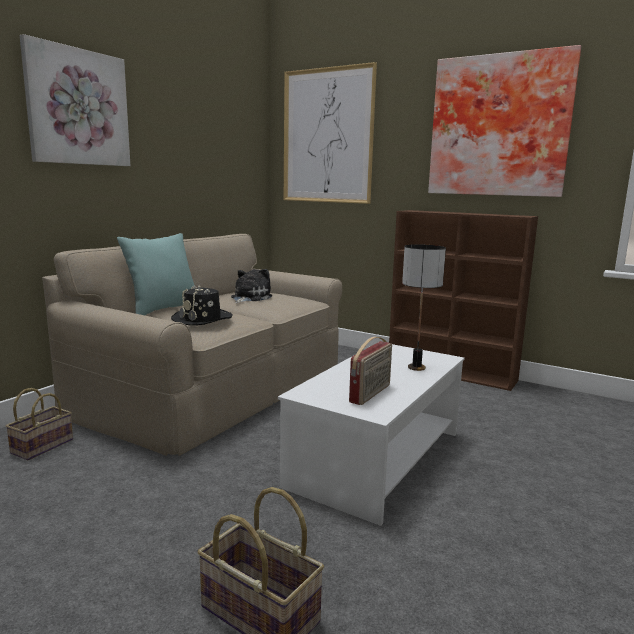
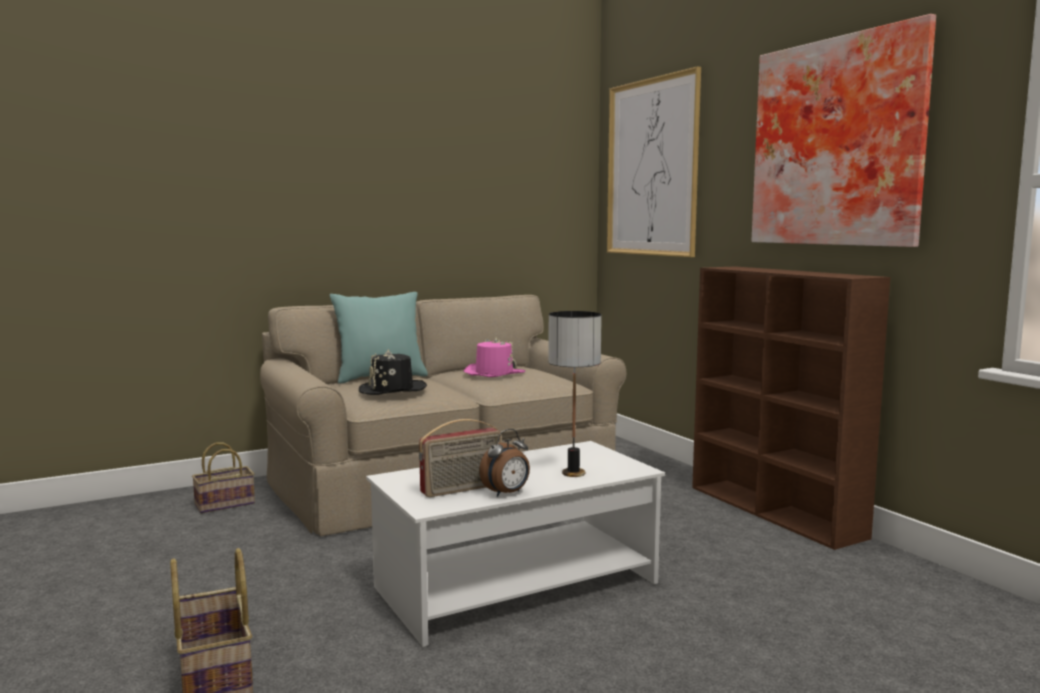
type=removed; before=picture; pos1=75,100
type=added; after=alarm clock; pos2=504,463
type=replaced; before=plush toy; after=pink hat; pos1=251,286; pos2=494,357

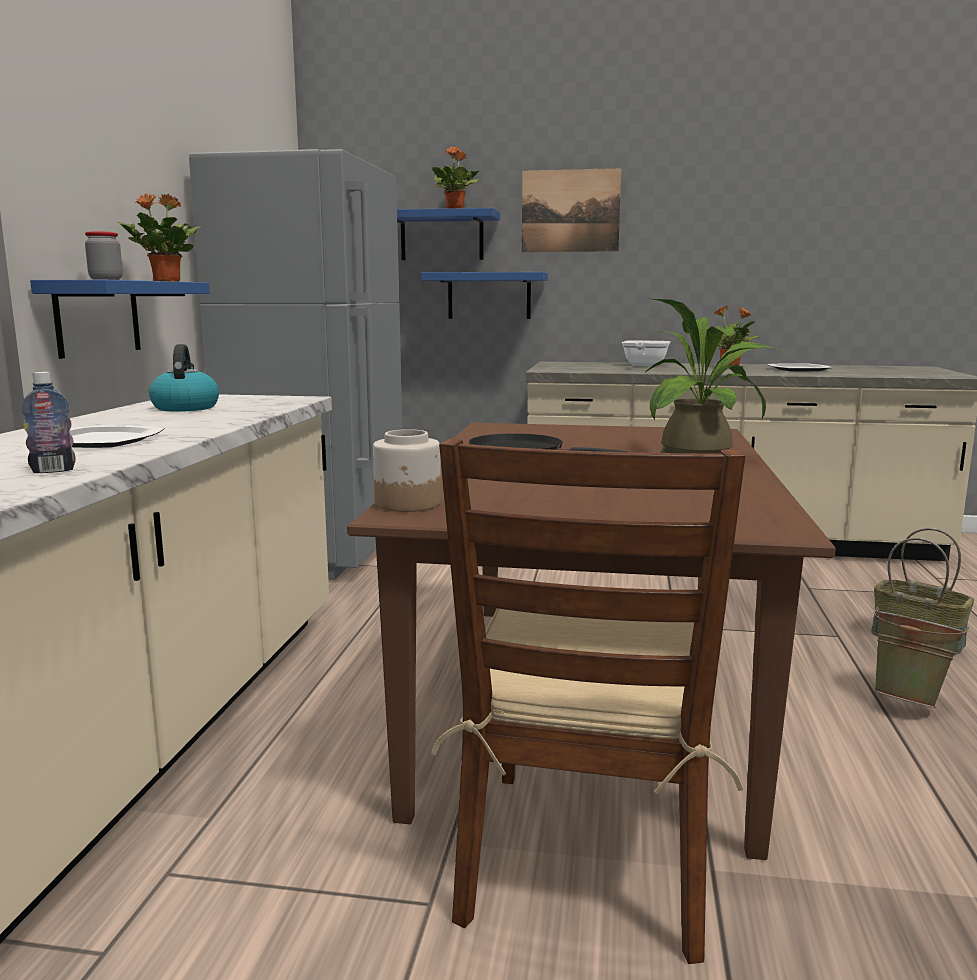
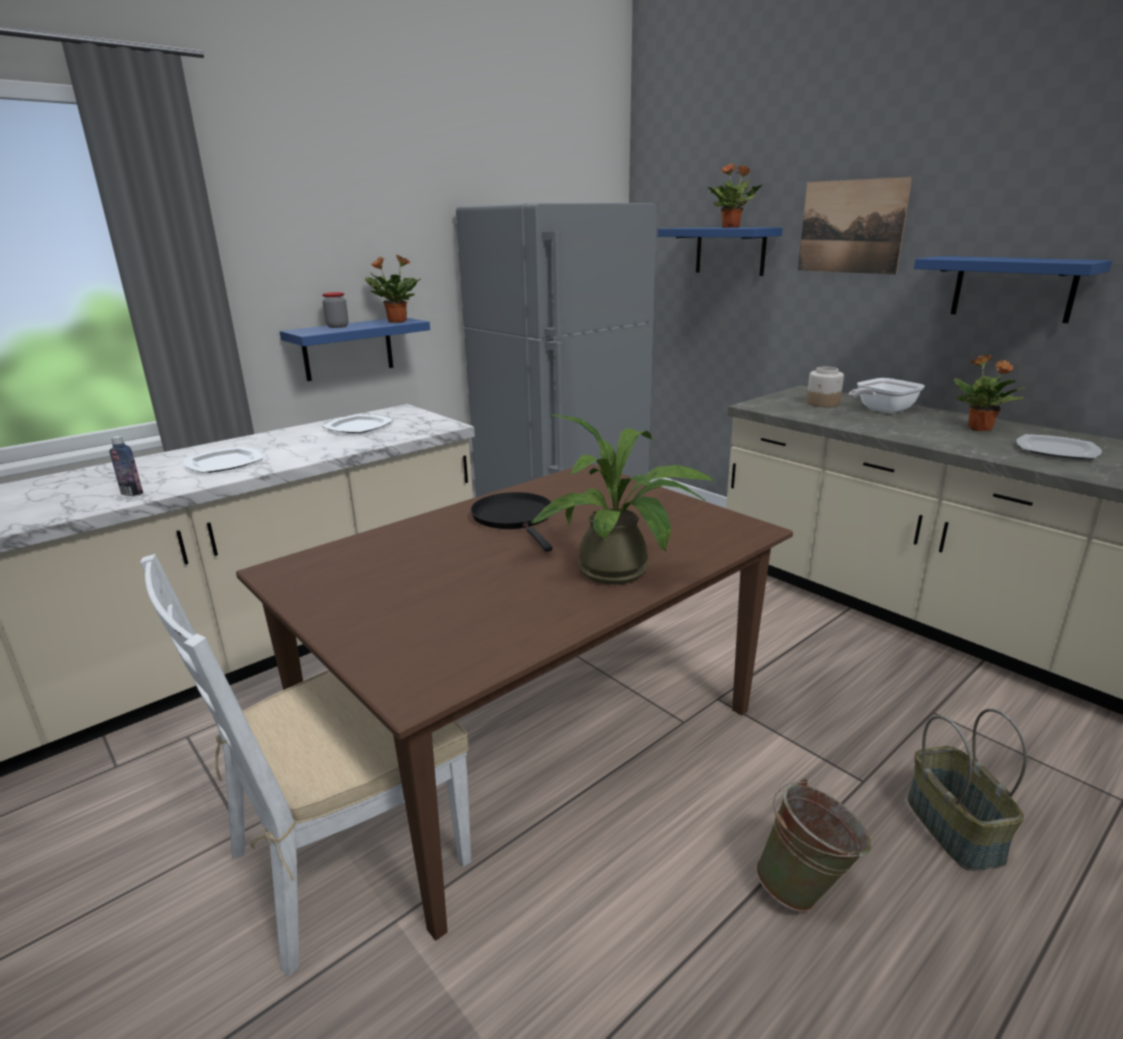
type=moved; before=jar; pos1=407,470; pos2=825,387
type=moved; before=blue shelf; pos1=484,295; pos2=1013,289
type=replaced; before=kettle; after=plate; pos1=184,378; pos2=358,423
type=recoloured; before=brown chair; after=white chair; pos1=588,701; pos2=305,765

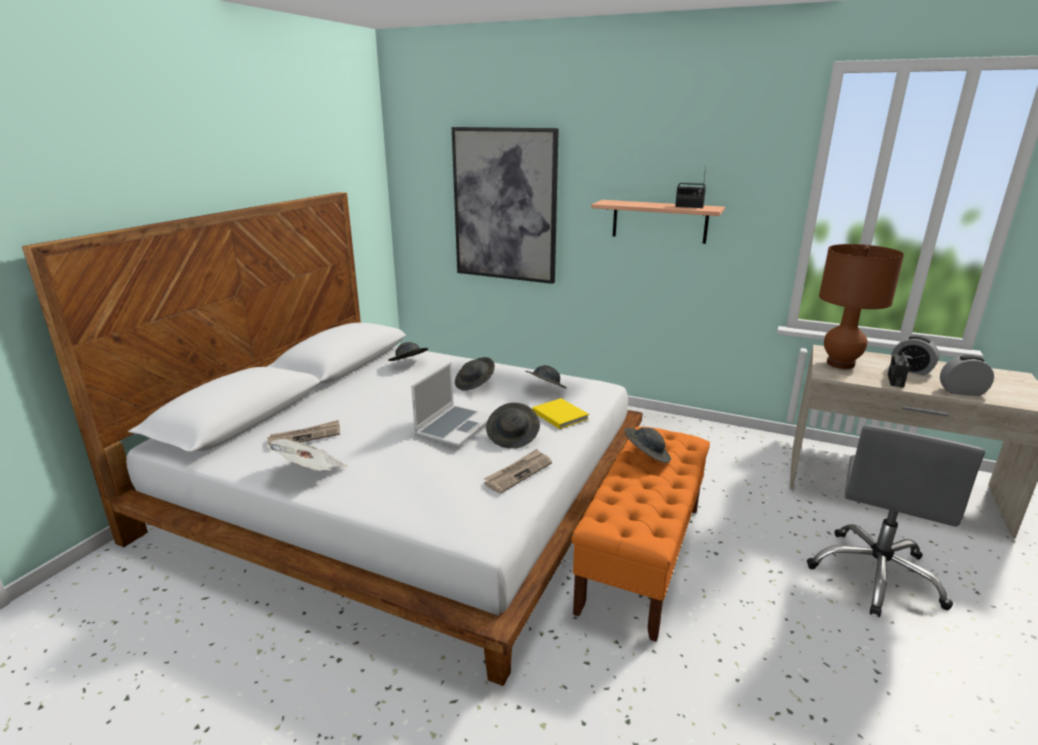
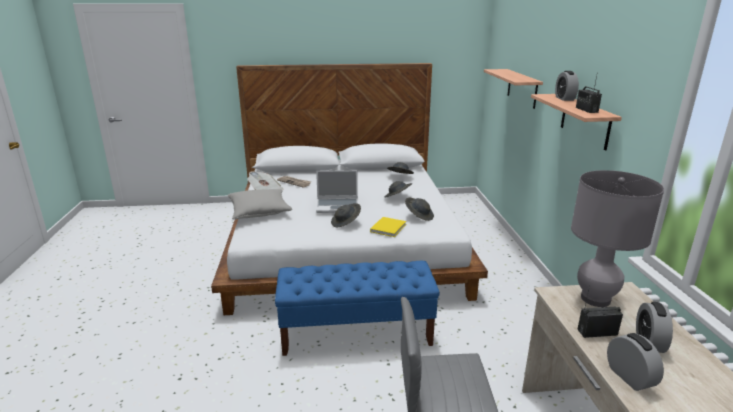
type=removed; before=newspaper; pos1=518,471
type=removed; before=grey hat; pos1=648,445
type=added; after=grey pillow; pos2=260,204
type=added; after=alarm clock; pos2=567,86
type=replaced; before=picture; after=shelf; pos1=505,205; pos2=513,89
type=recoloured; before=orange bench; after=blue bench; pos1=640,534; pos2=357,308
type=recoloured; before=brown table lamp; after=grey table lamp; pos1=861,306; pos2=617,238

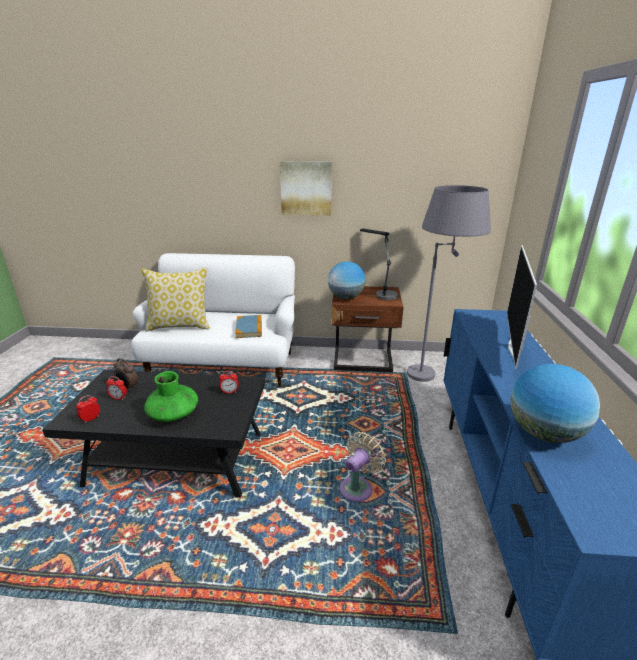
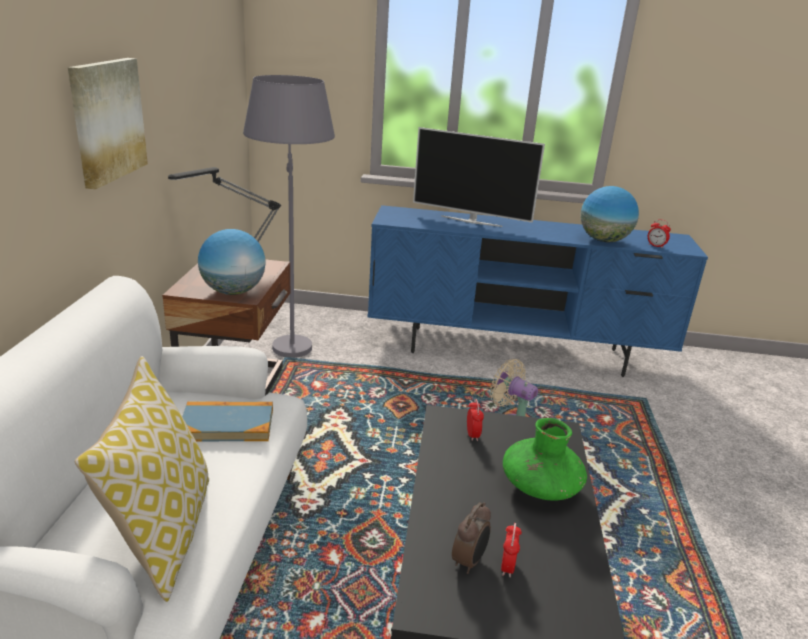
type=moved; before=alarm clock; pos1=88,409; pos2=659,233

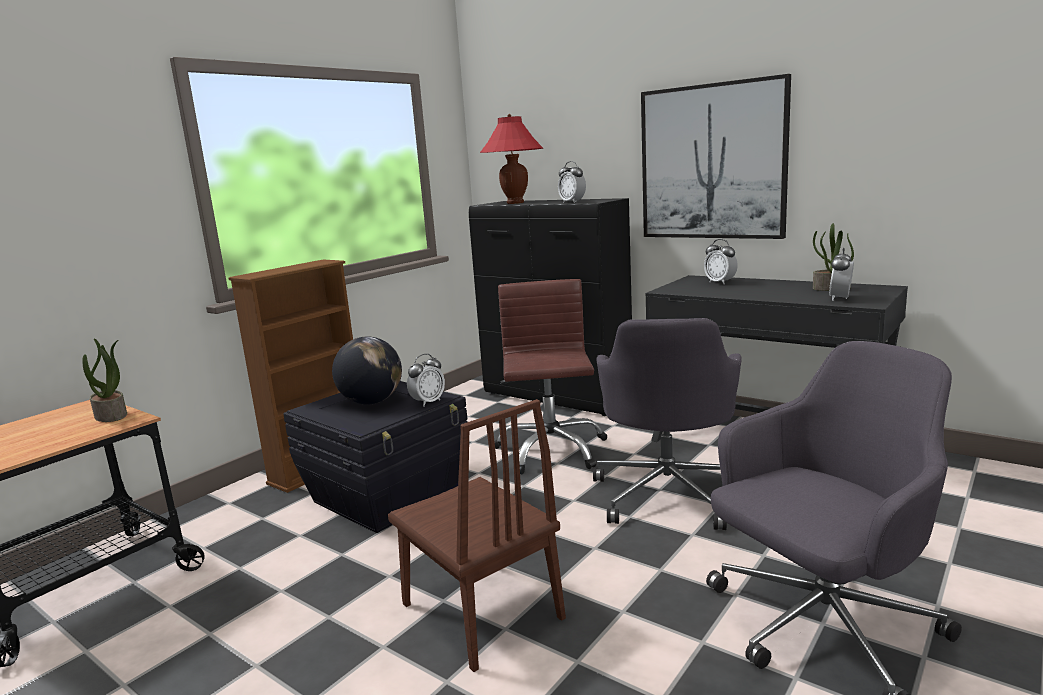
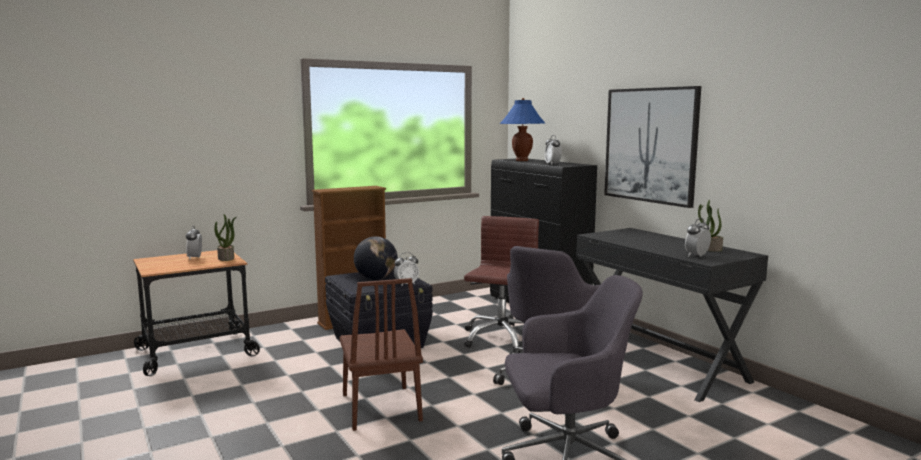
type=moved; before=alarm clock; pos1=721,261; pos2=194,242
type=recoloured; before=red table lamp; after=blue table lamp; pos1=511,159; pos2=523,129

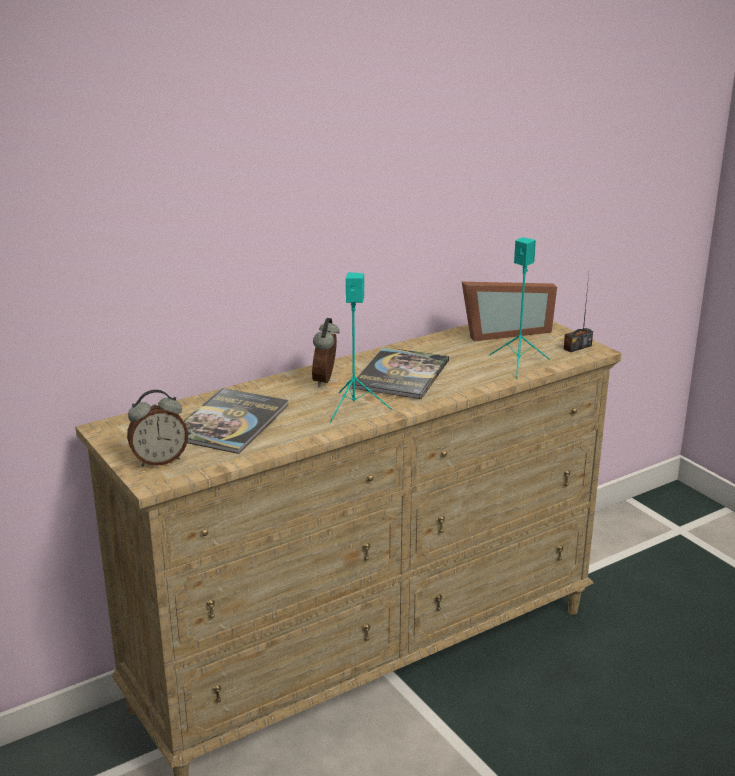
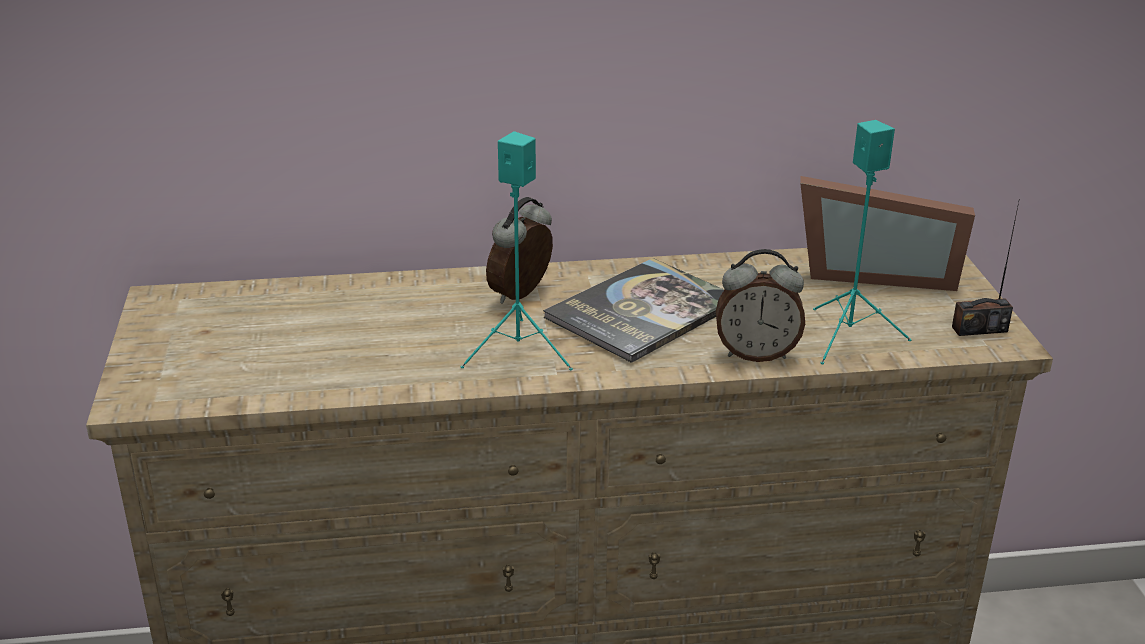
type=removed; before=book; pos1=236,421
type=moved; before=alarm clock; pos1=157,428; pos2=760,305

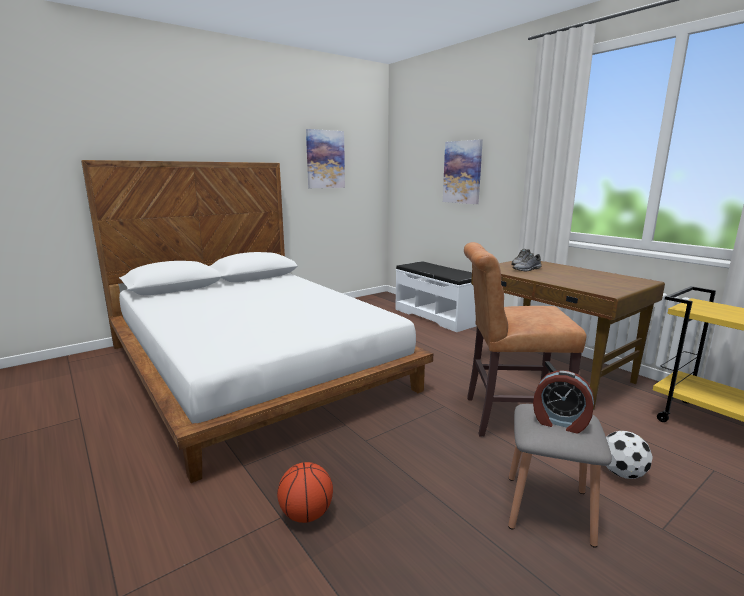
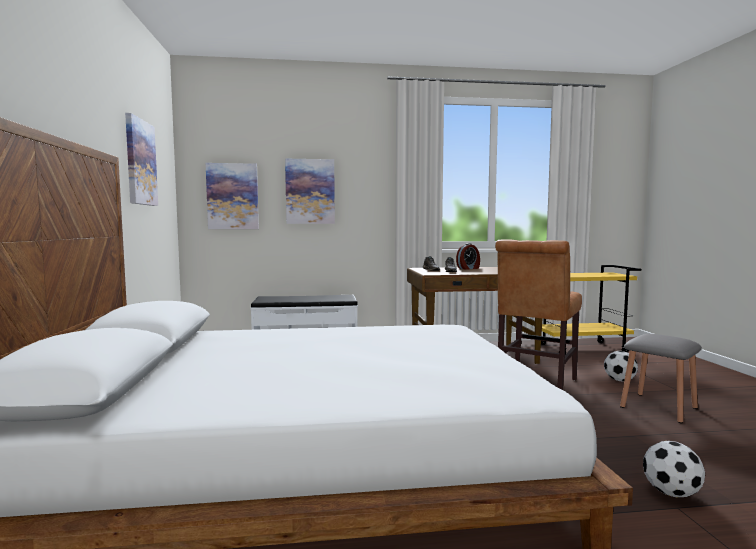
type=added; after=picture; pos2=232,196
type=moved; before=alarm clock; pos1=563,401; pos2=468,256
type=replaced; before=basketball; after=football; pos1=305,492; pos2=674,469

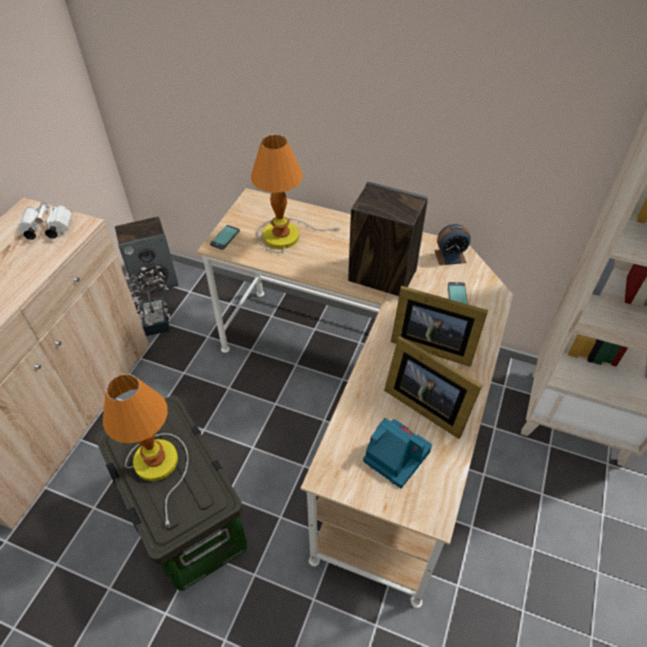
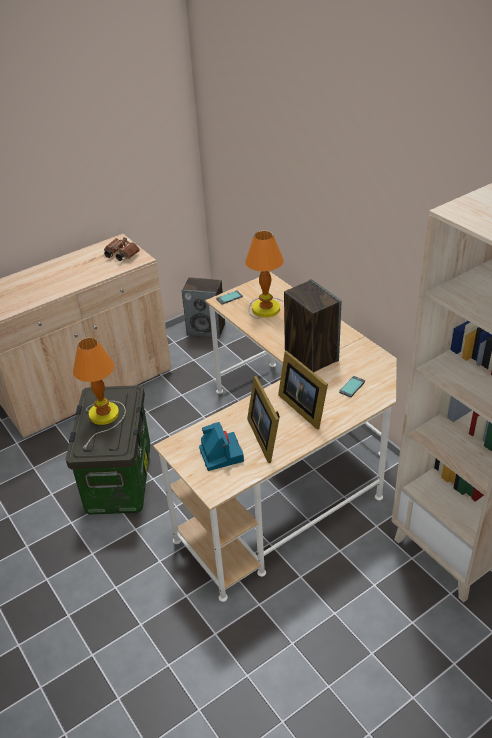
type=removed; before=potted plant; pos1=148,301
type=removed; before=alarm clock; pos1=452,244
type=recoloured; before=white binoculars; after=brown binoculars; pos1=45,221; pos2=121,249

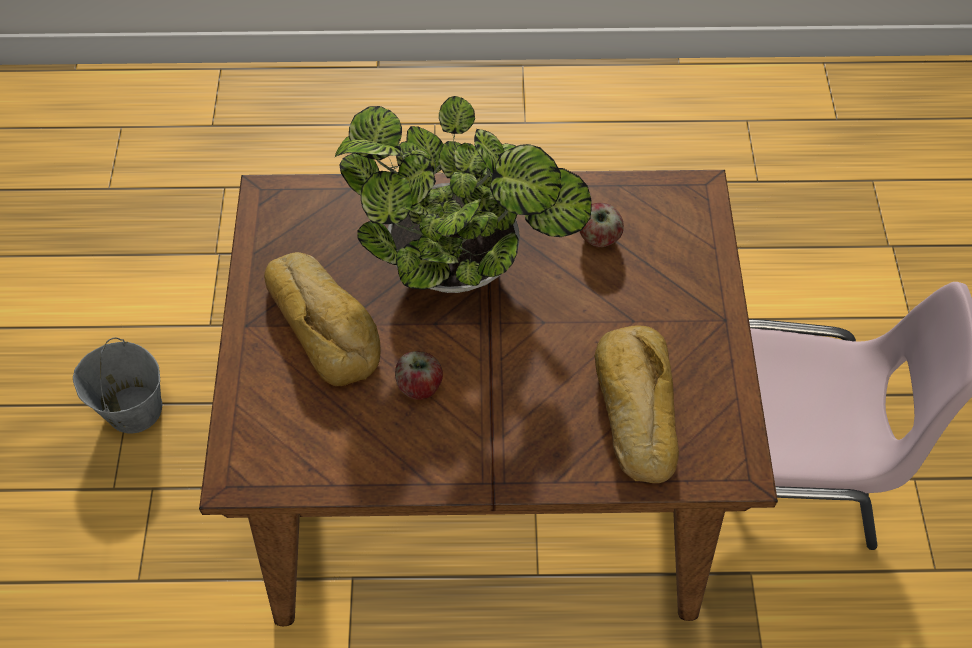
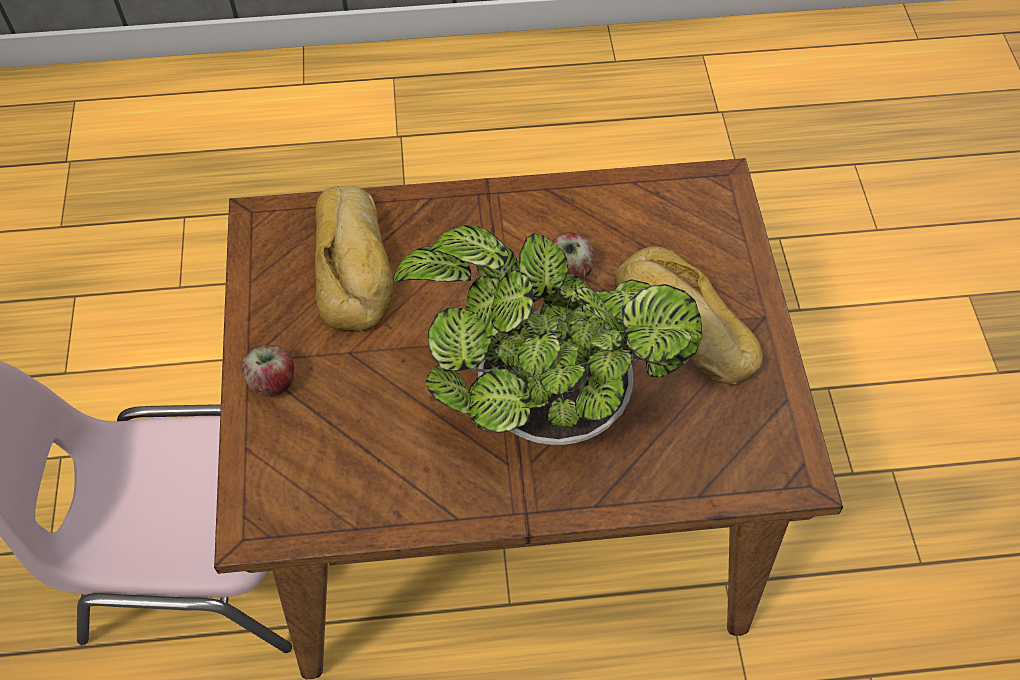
type=removed; before=grey bucket; pos1=117,385
type=moved; before=apple; pos1=602,225; pos2=267,371

